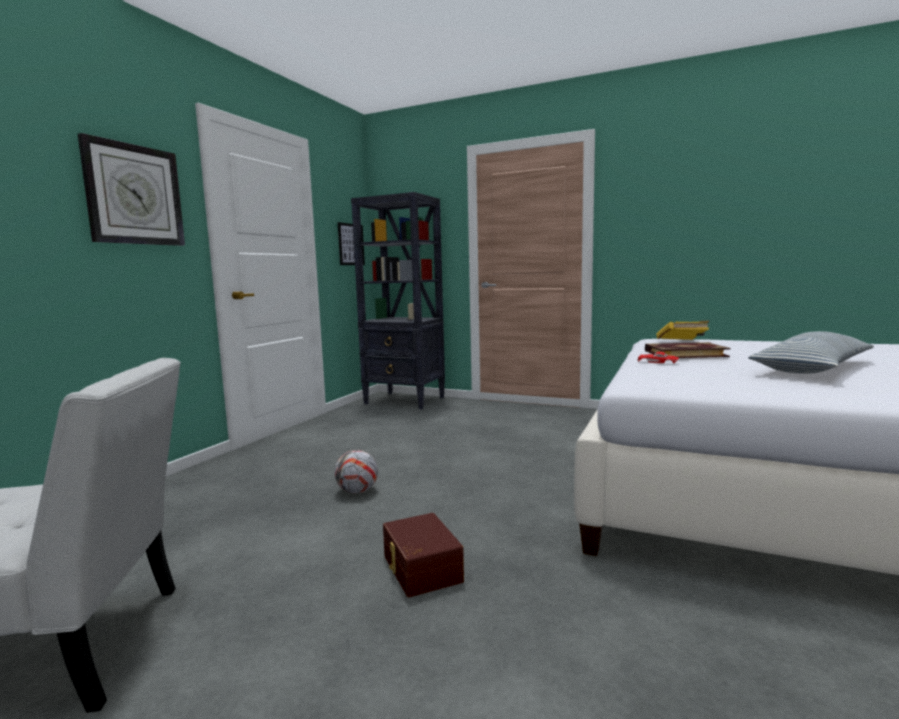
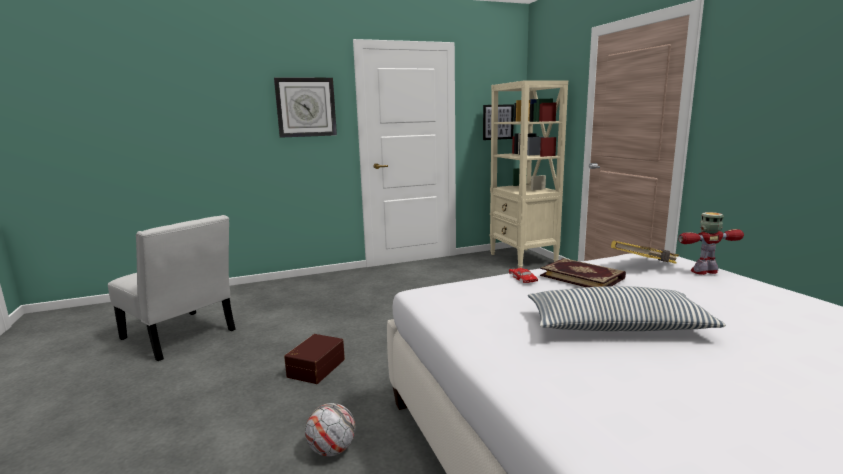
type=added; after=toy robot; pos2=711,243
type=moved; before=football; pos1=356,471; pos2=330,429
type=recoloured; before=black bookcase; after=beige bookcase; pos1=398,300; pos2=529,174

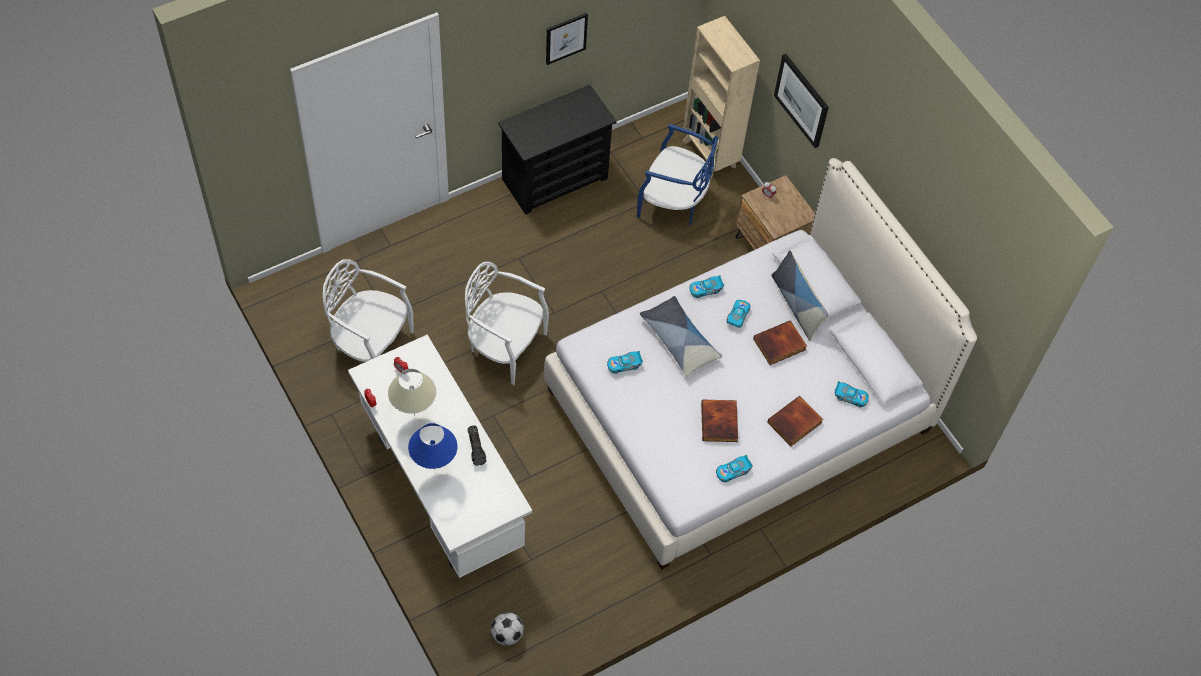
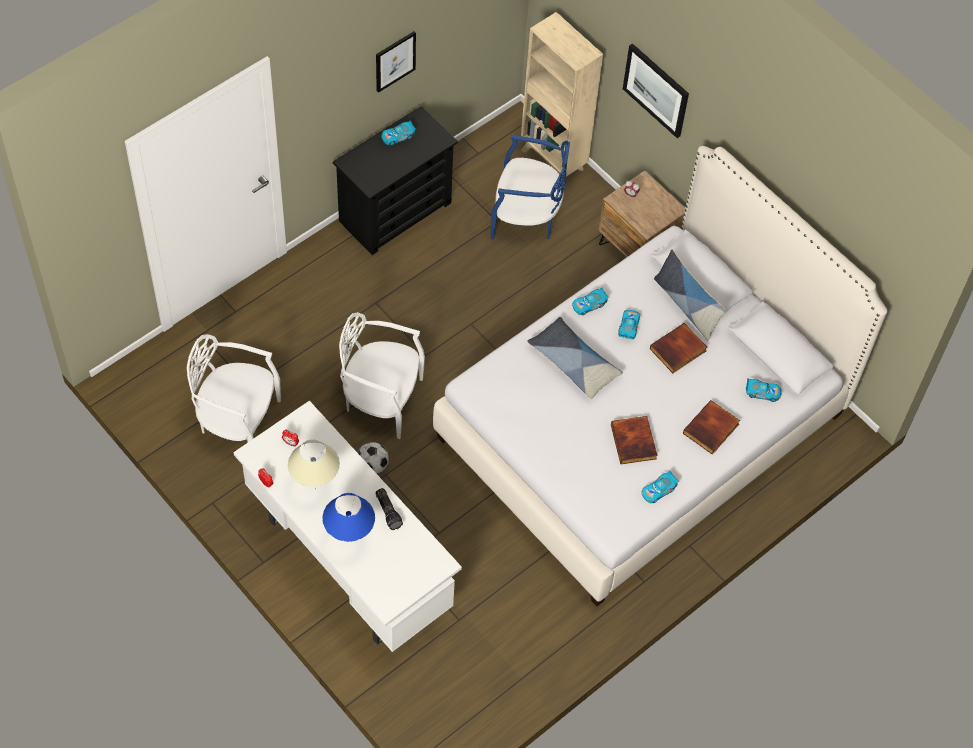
type=moved; before=football; pos1=507,629; pos2=373,458
type=moved; before=toy car; pos1=625,362; pos2=398,133

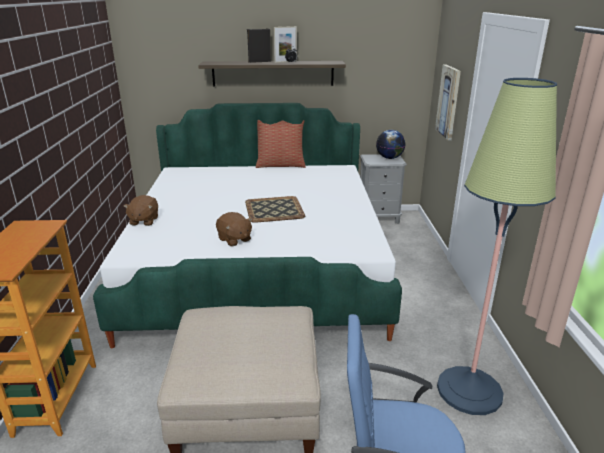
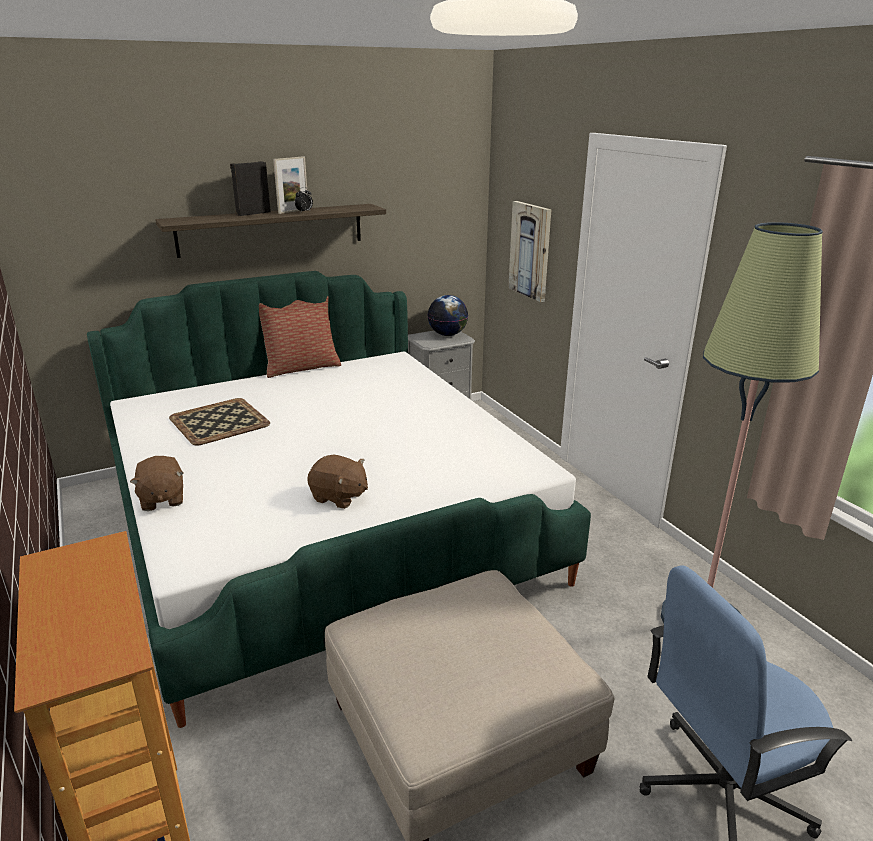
type=moved; before=tray; pos1=275,209; pos2=219,422

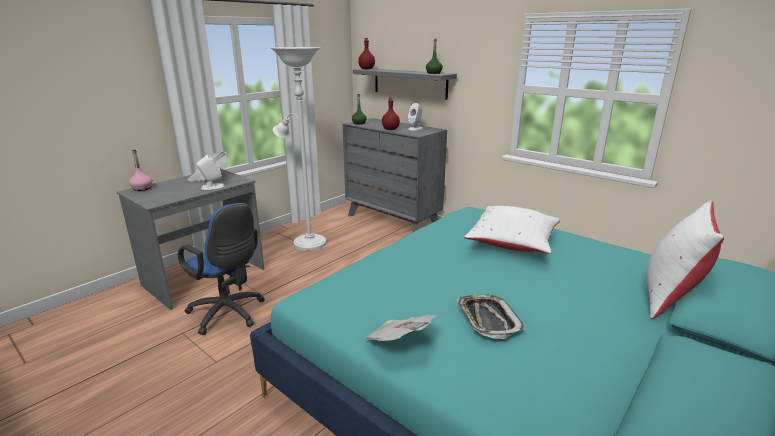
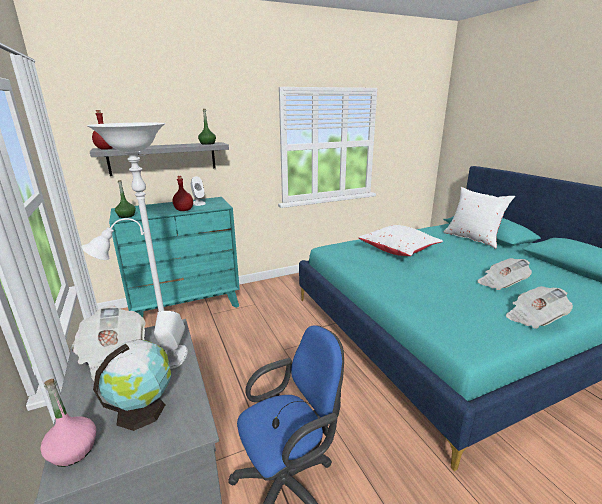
type=added; after=globe; pos2=132,385
type=replaced; before=tray; after=newspaper; pos1=490,316; pos2=505,274
type=recoloured; before=grey dresser; after=turquoise dresser; pos1=395,175; pos2=174,257

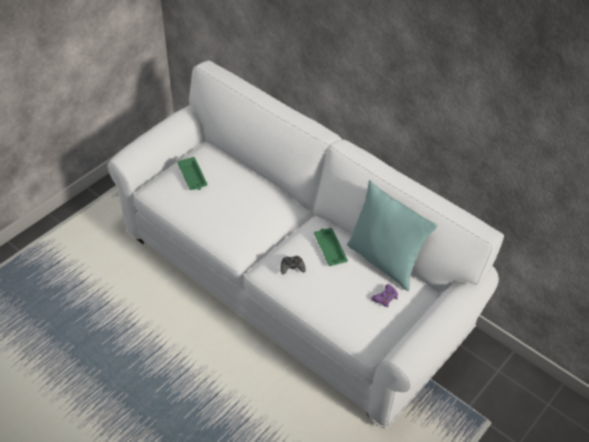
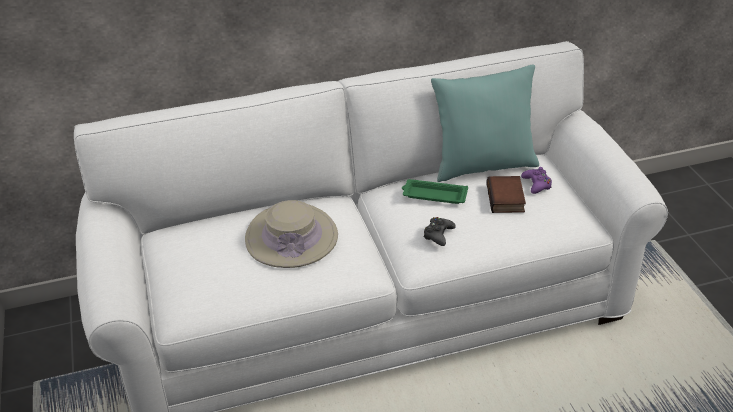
type=removed; before=green tray; pos1=192,173
type=added; after=beige hat; pos2=291,234
type=added; after=book; pos2=506,194

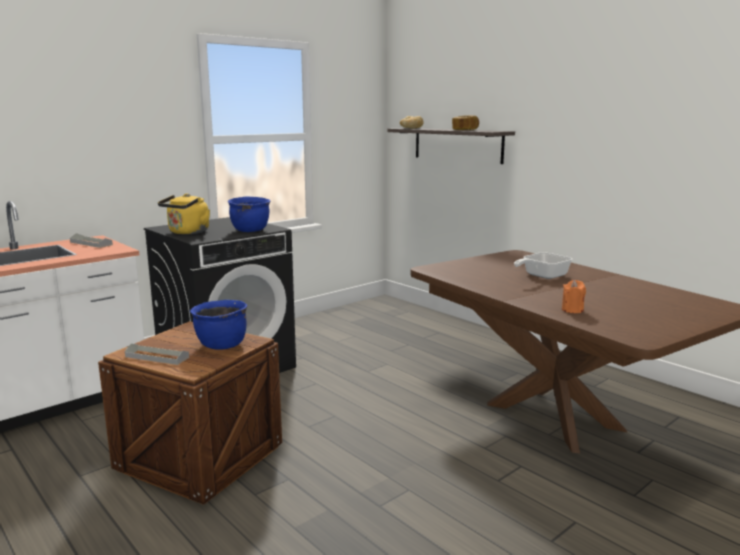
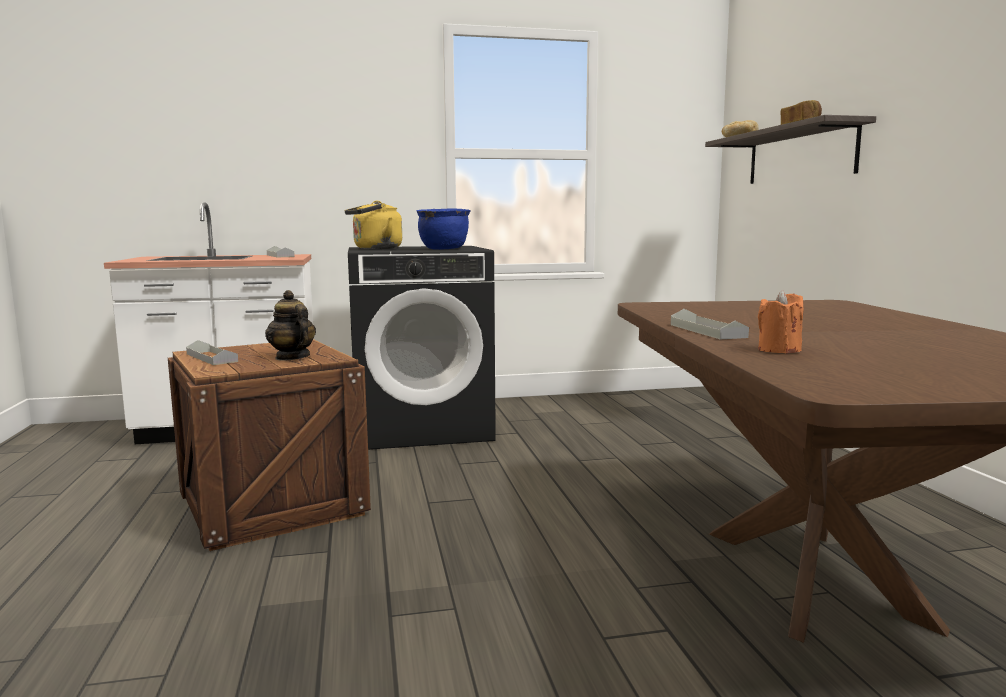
type=removed; before=frying pan; pos1=543,265
type=added; after=grey tray; pos2=710,324
type=replaced; before=blue cooking pot; after=teapot; pos1=218,325; pos2=290,325

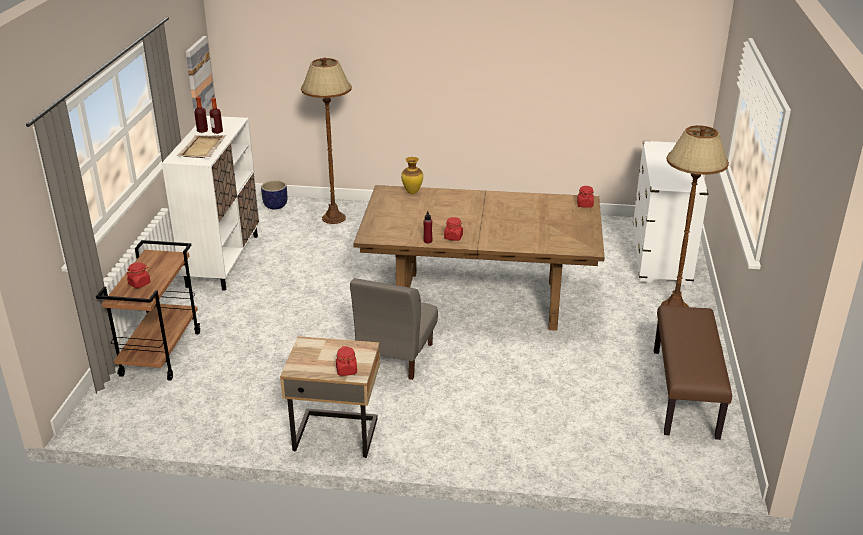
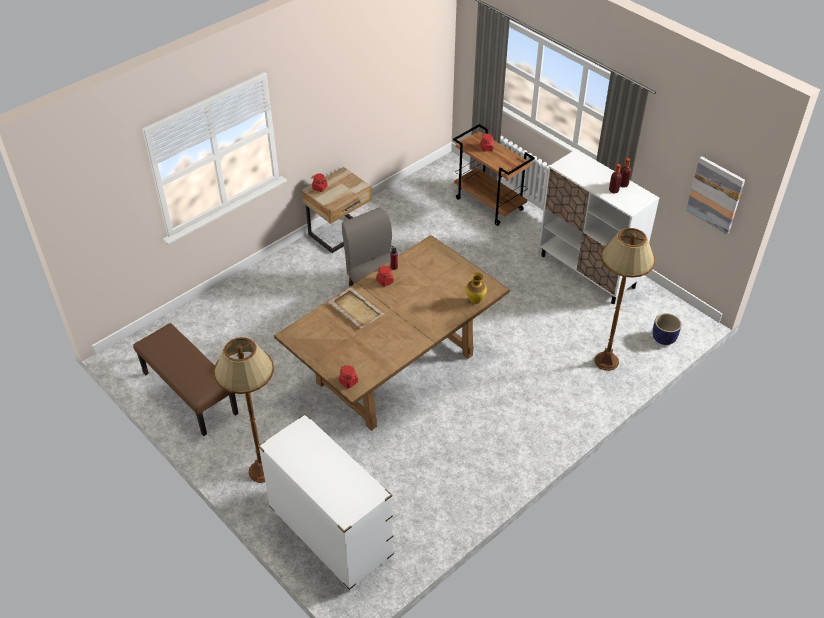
type=moved; before=beige tray; pos1=201,146; pos2=356,308

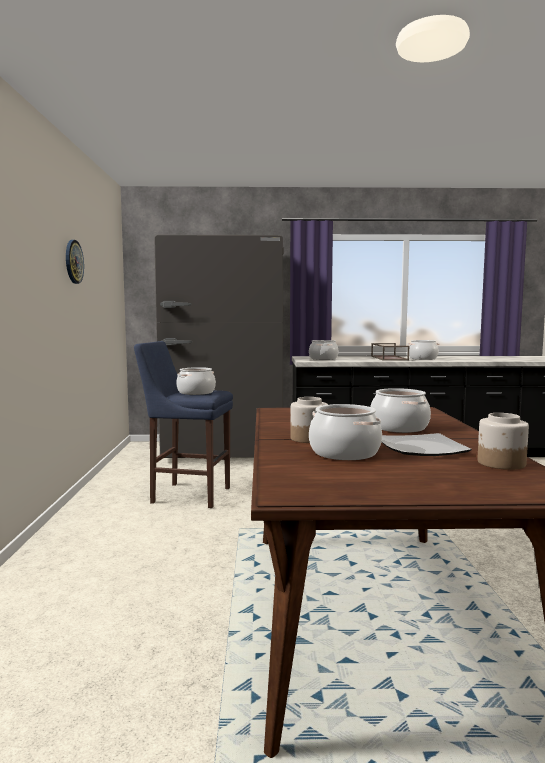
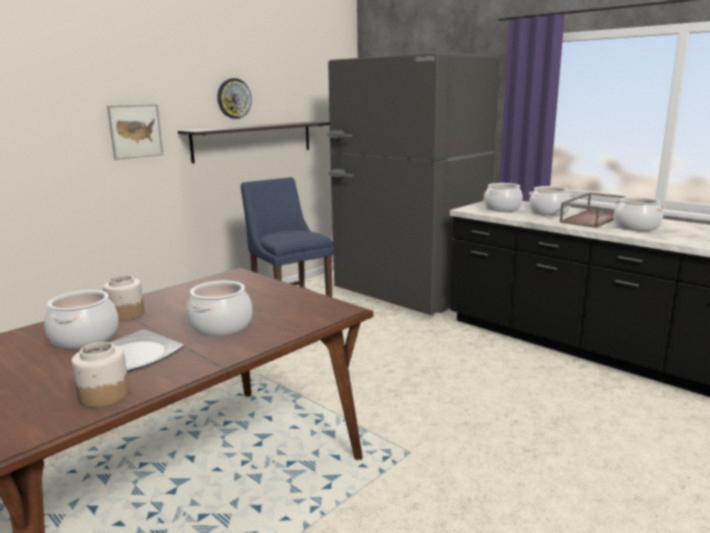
type=added; after=picture; pos2=135,132
type=added; after=shelf; pos2=254,142
type=moved; before=cooking pot; pos1=196,381; pos2=550,201

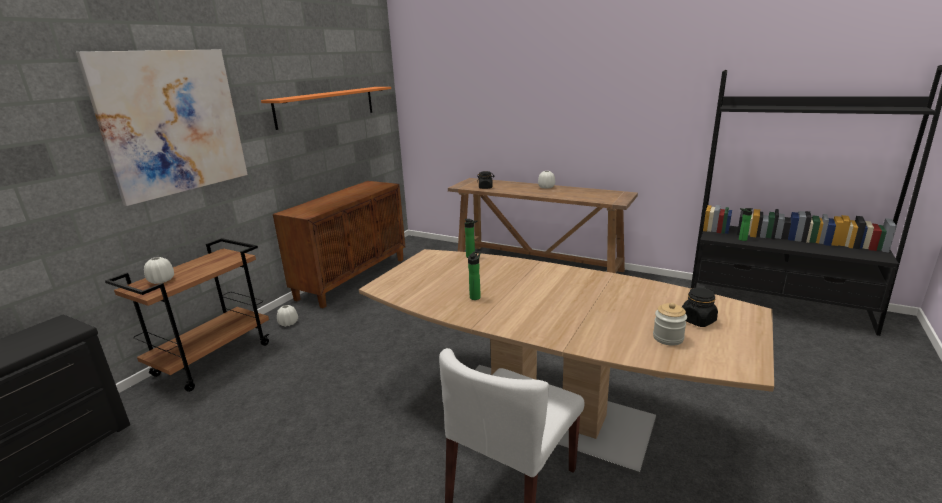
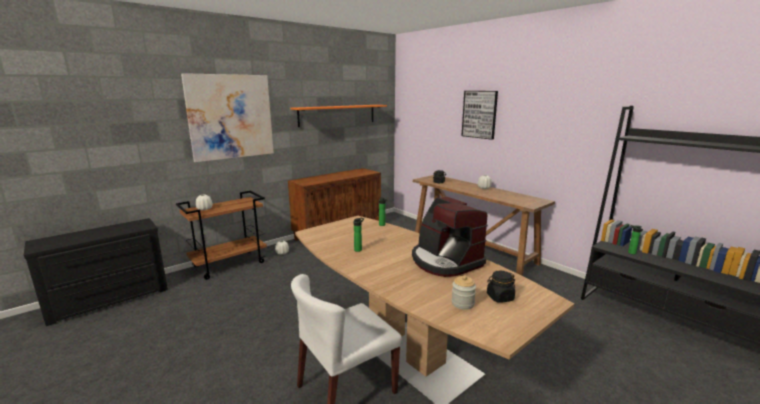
type=added; after=coffee machine; pos2=450,237
type=added; after=picture; pos2=480,115

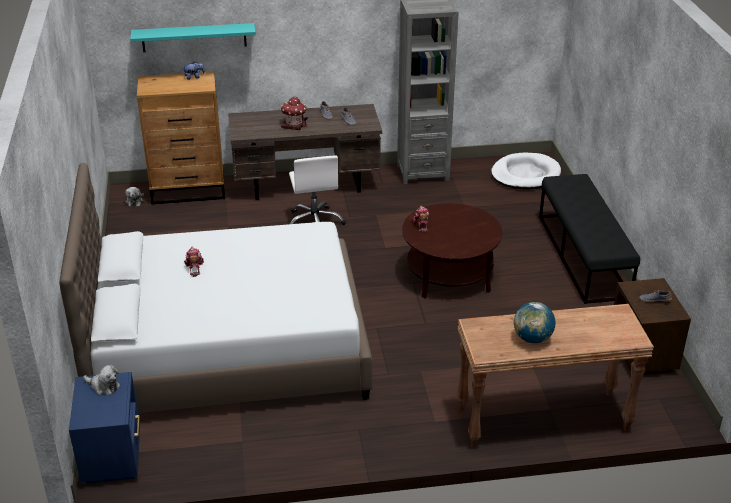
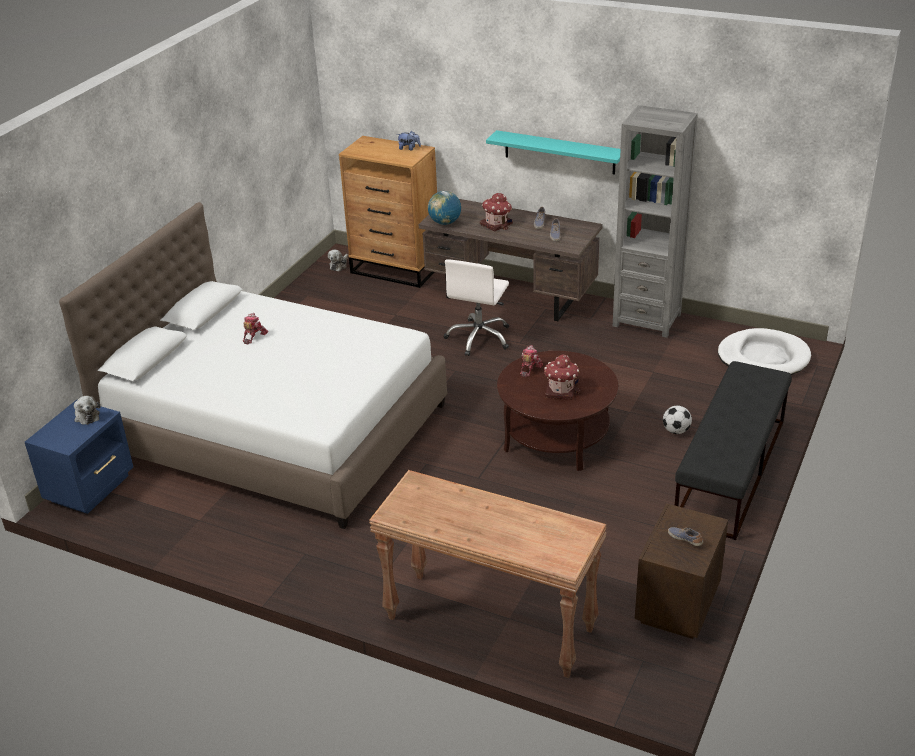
type=added; after=toy house; pos2=562,377
type=added; after=football; pos2=677,420
type=moved; before=turquoise shelf; pos1=193,37; pos2=553,152
type=moved; before=globe; pos1=534,322; pos2=444,208

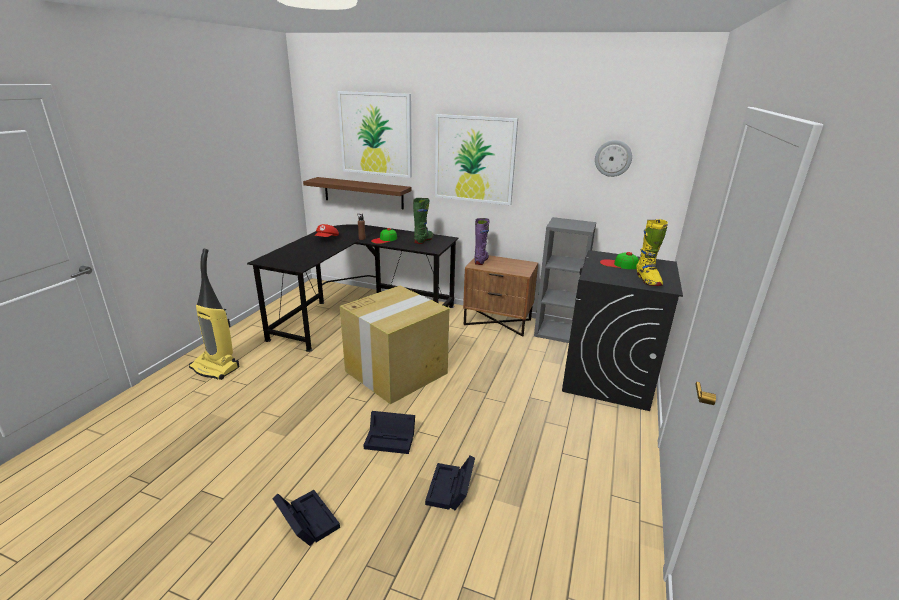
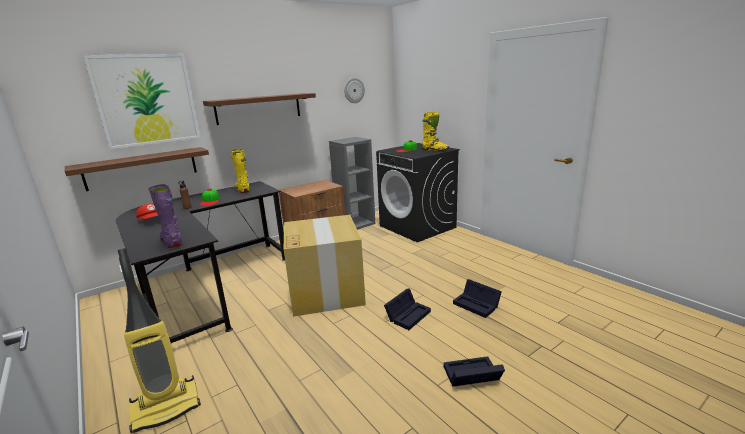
type=moved; before=purple boot; pos1=482,241; pos2=165,216
type=replaced; before=picture; after=brown shelf; pos1=476,159; pos2=259,109
type=recoloured; before=green boot; after=yellow boot; pos1=423,221; pos2=240,171

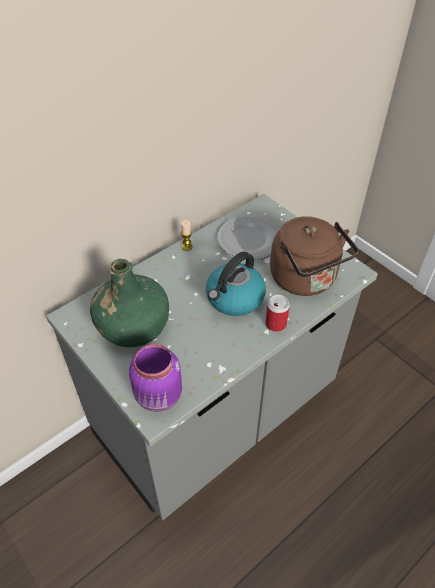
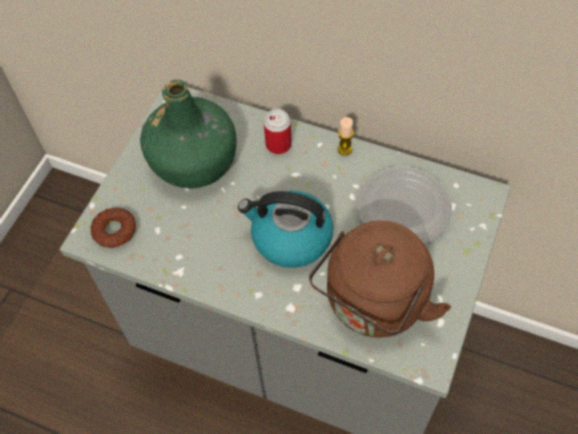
type=moved; before=can; pos1=277,313; pos2=278,131
type=replaced; before=purple jar; after=donut; pos1=155,378; pos2=113,228

